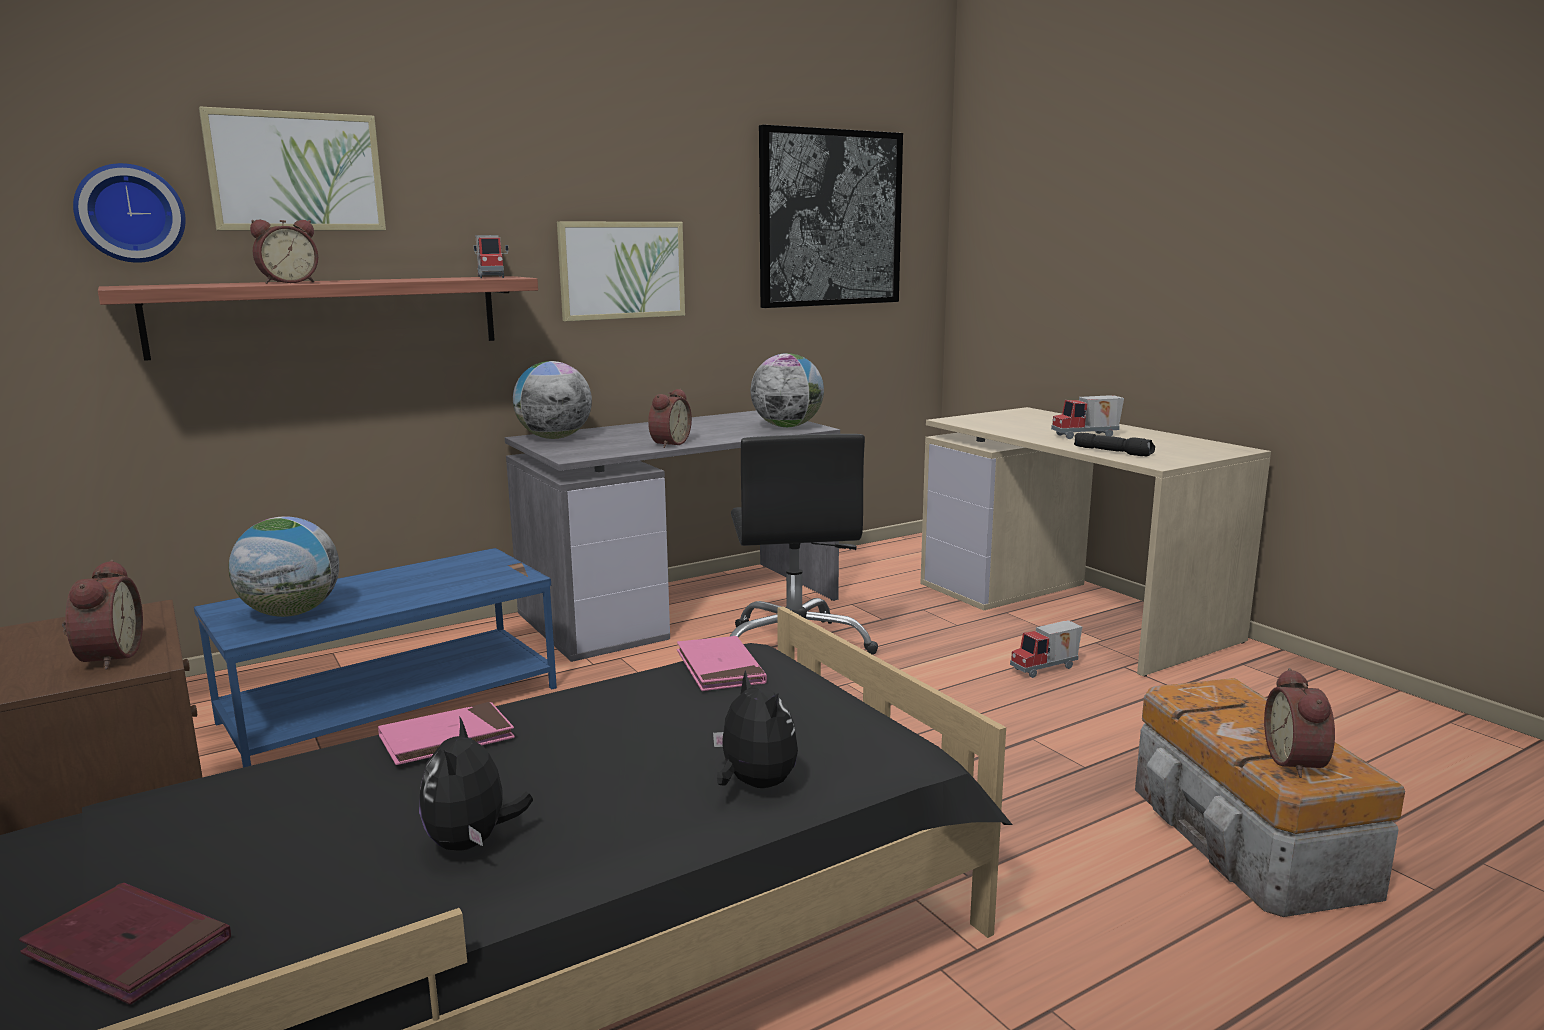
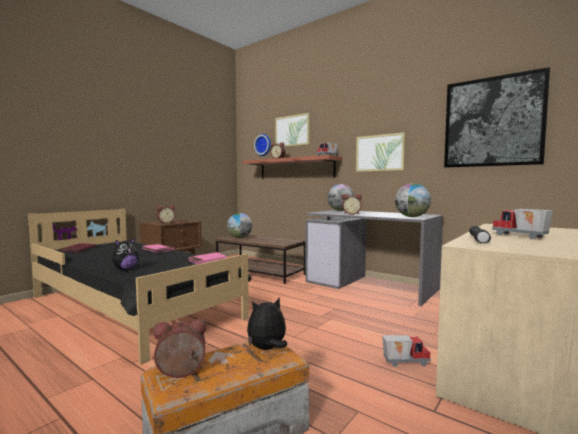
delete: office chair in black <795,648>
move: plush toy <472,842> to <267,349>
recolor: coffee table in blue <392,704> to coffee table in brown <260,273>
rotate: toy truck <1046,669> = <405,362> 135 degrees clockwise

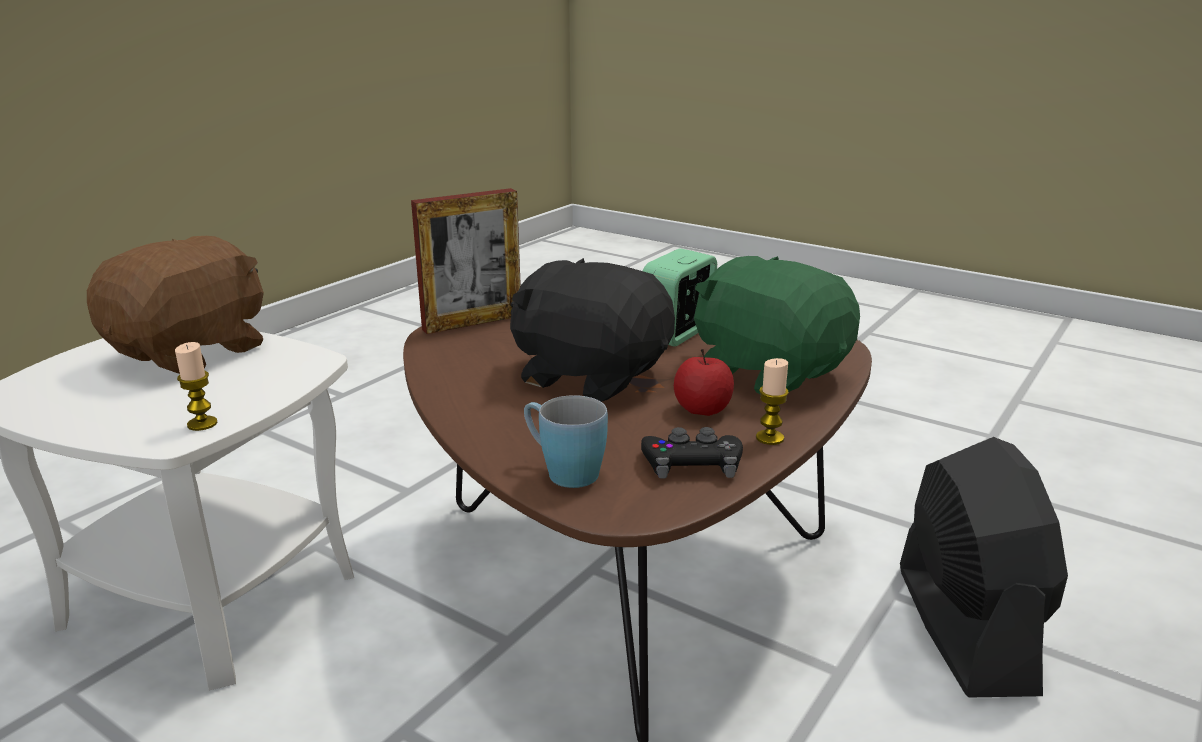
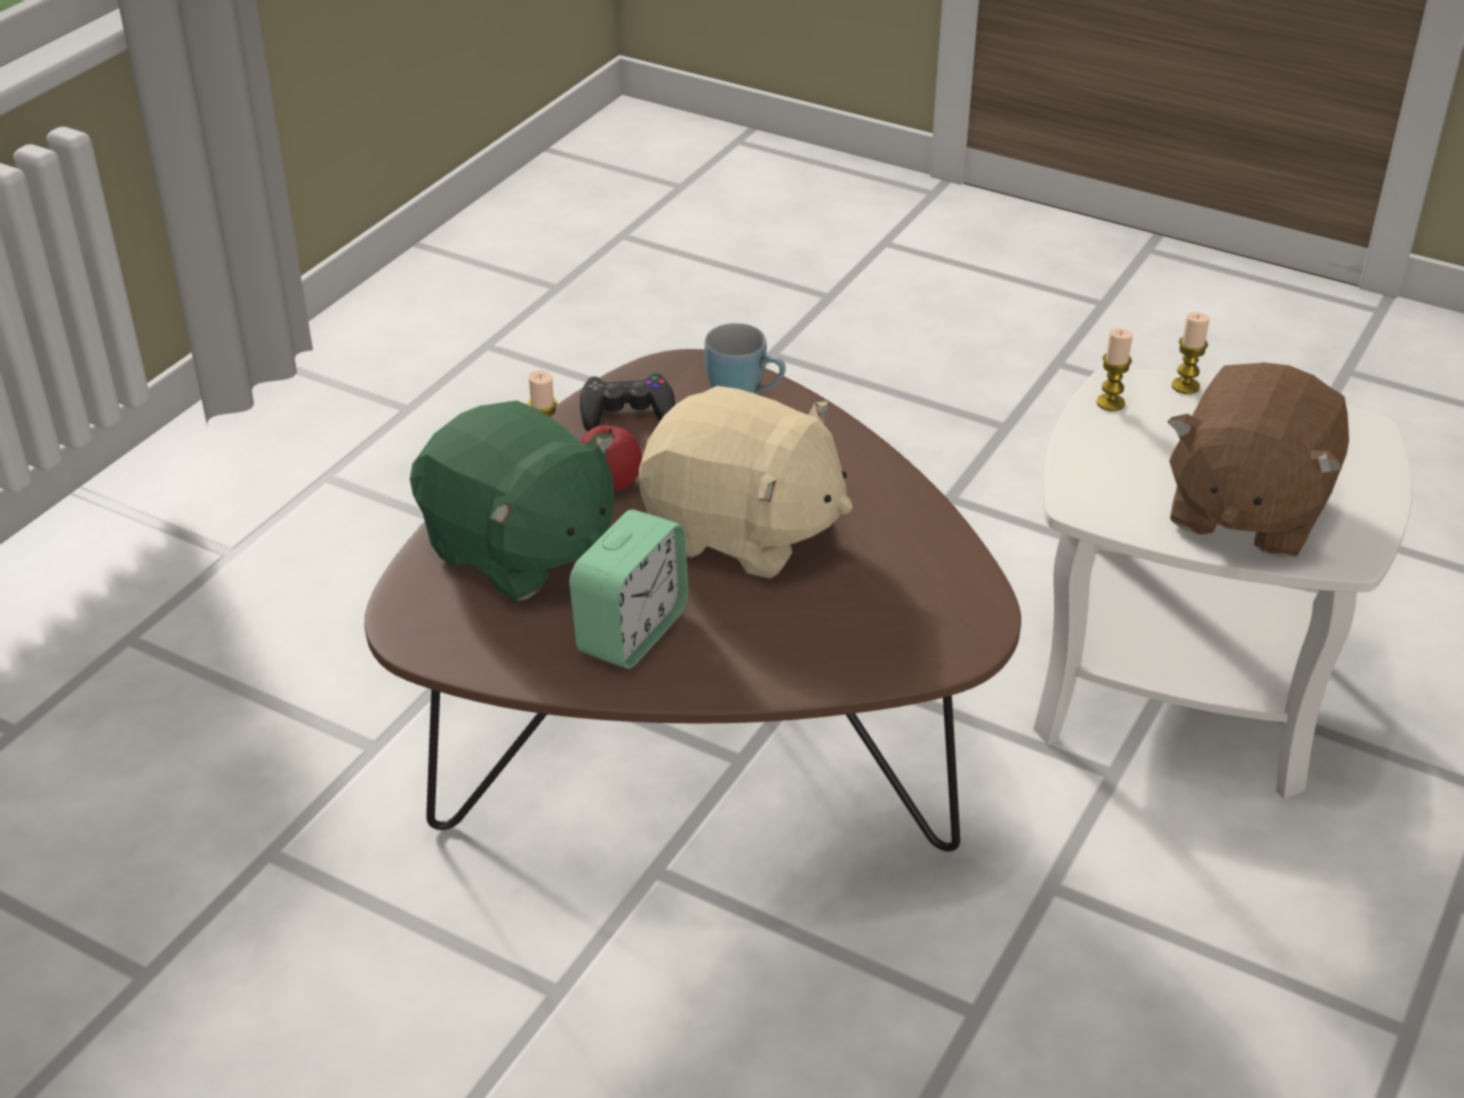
delete: picture frame <472,322>; fan in black <963,627>
insert: candle <1185,386>
recolor: plush toy in black <591,375> to plush toy in beige <742,532>

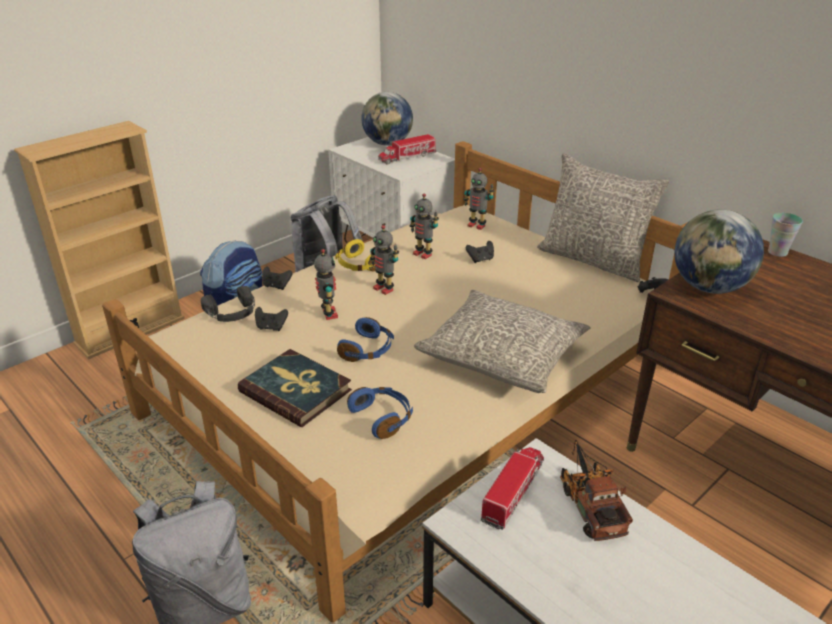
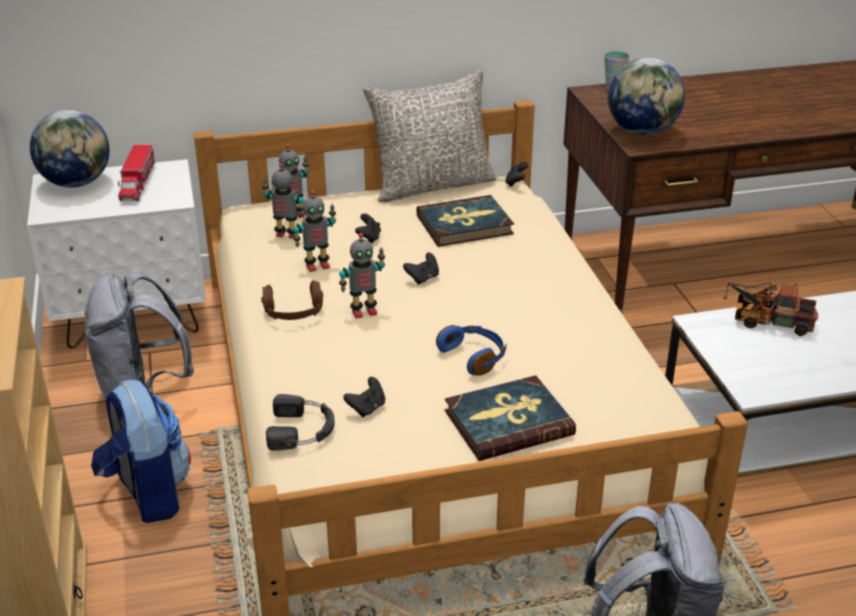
delete: headphones in blue <382,418>; pillow in grey <502,355>; toy truck <513,491>
insert: book <464,225>
move: game controller in black <276,286> to <423,278>; toy robot <328,314> to <286,235>
recolor: headphones in yellow <358,265> to headphones in brown <294,313>

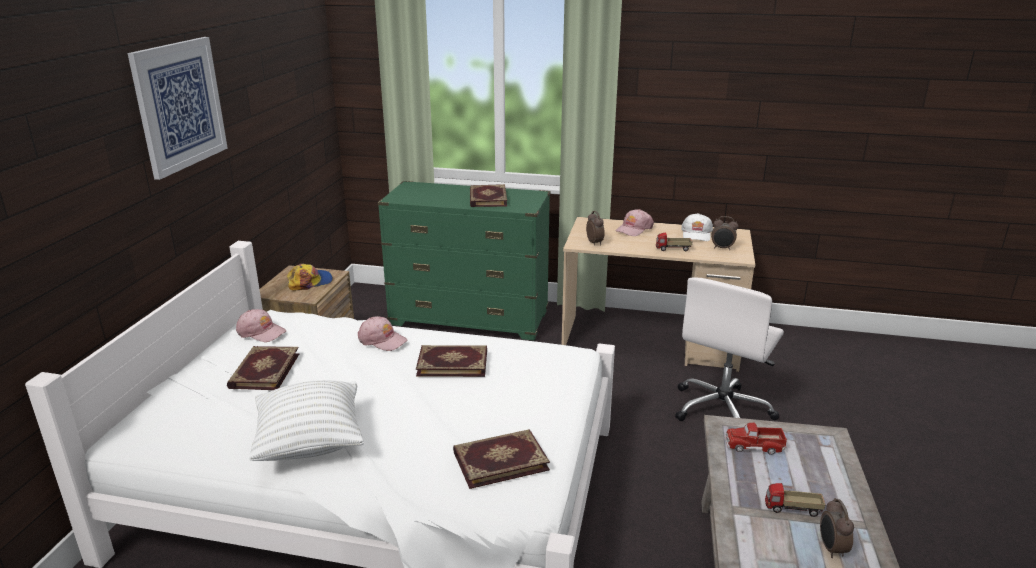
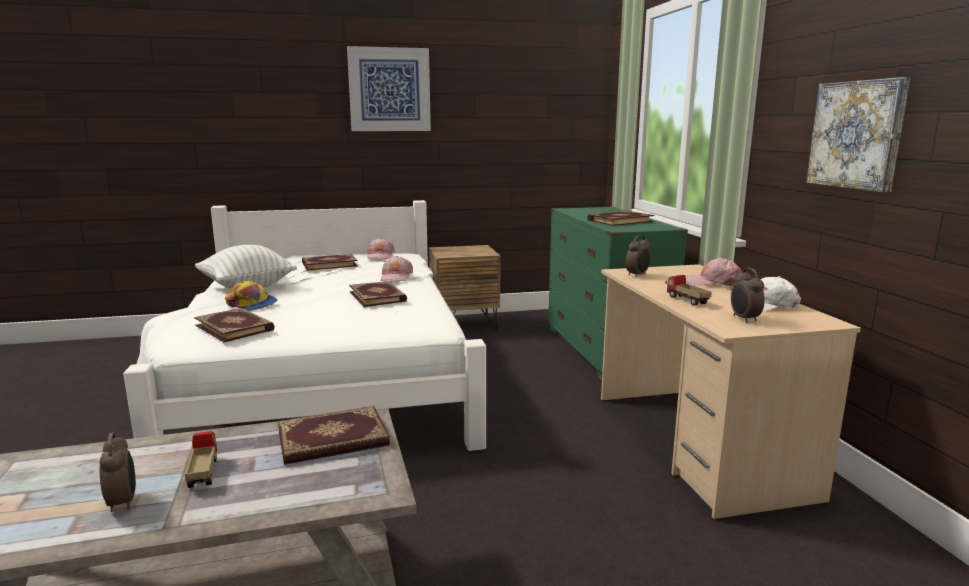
delete: office chair in white <723,410>
insert: picture <857,135>
move: cap <310,282> to <252,304>
replace: toy truck <754,445> to book <333,440>
rotate: alarm clock <831,549> = <123,502> 90 degrees clockwise

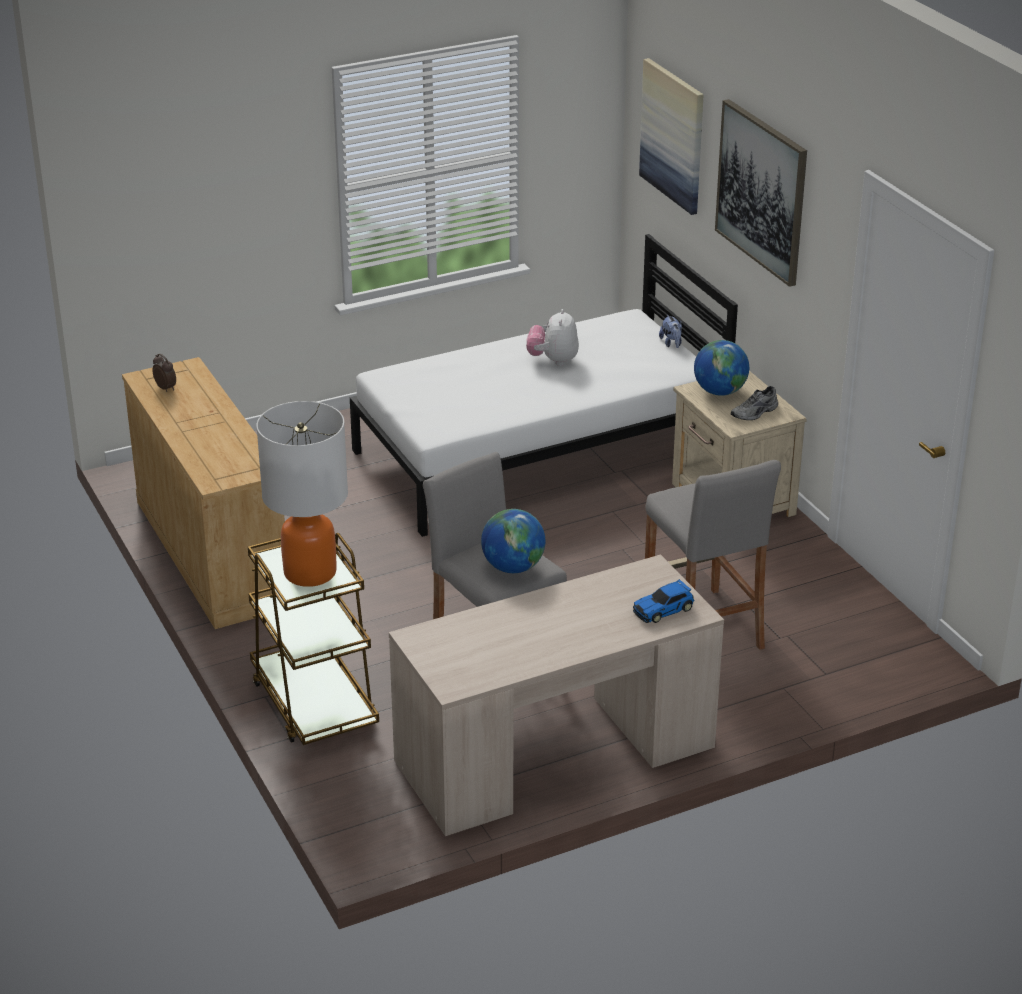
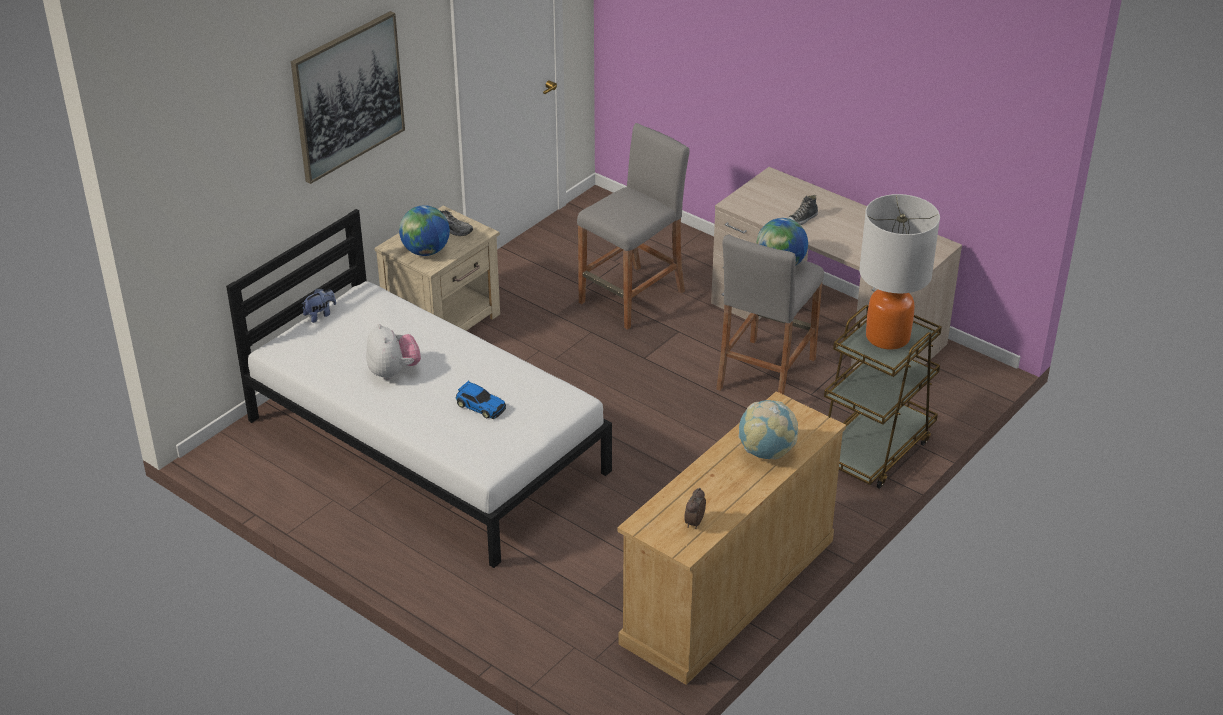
delete: picture <673,135>
insert: globe <766,452>; shoe <801,220>
move: toy car <664,609> to <480,406>
rotate: plush toy <553,360> = <393,372> 90 degrees counterclockwise

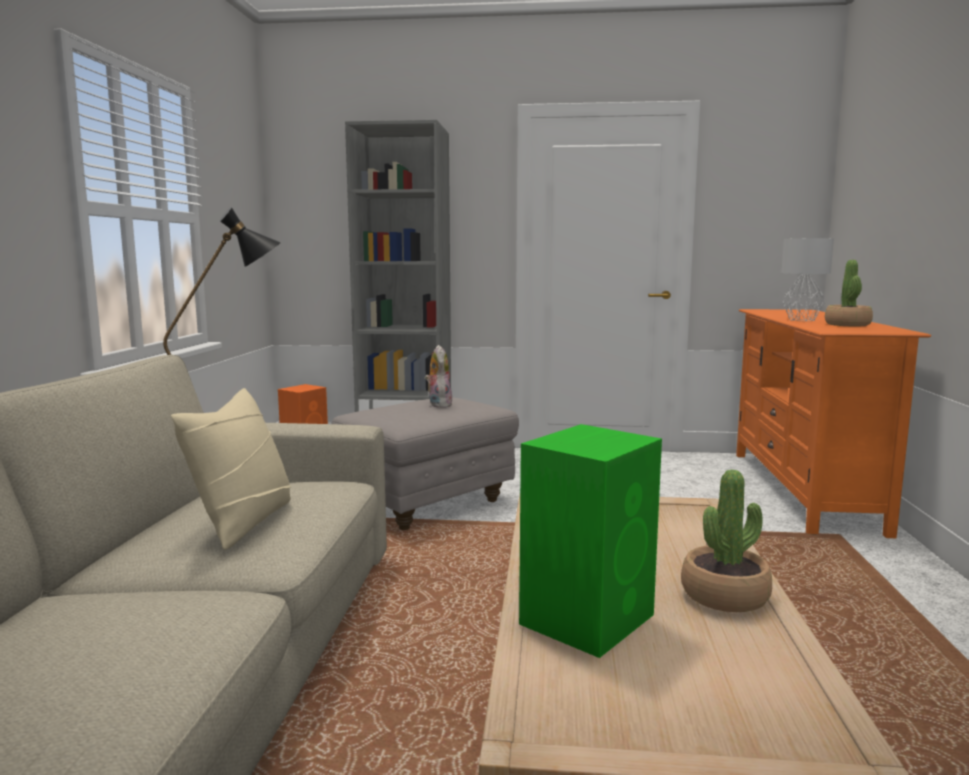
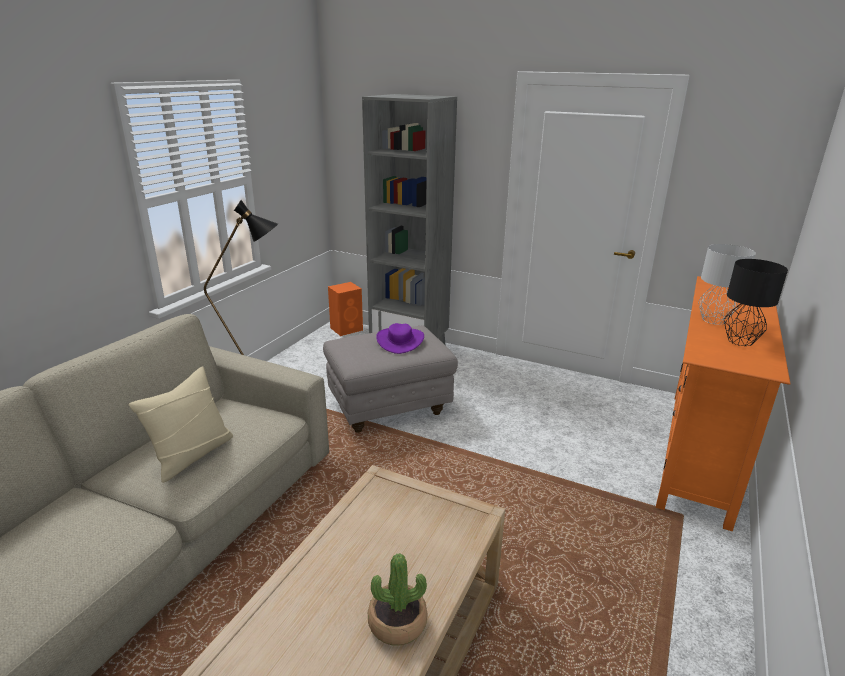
delete: speaker in green <589,618>
replace: plush toy <438,404> to hat in purple <400,341>; potted plant <847,324> to table lamp in black <741,341>

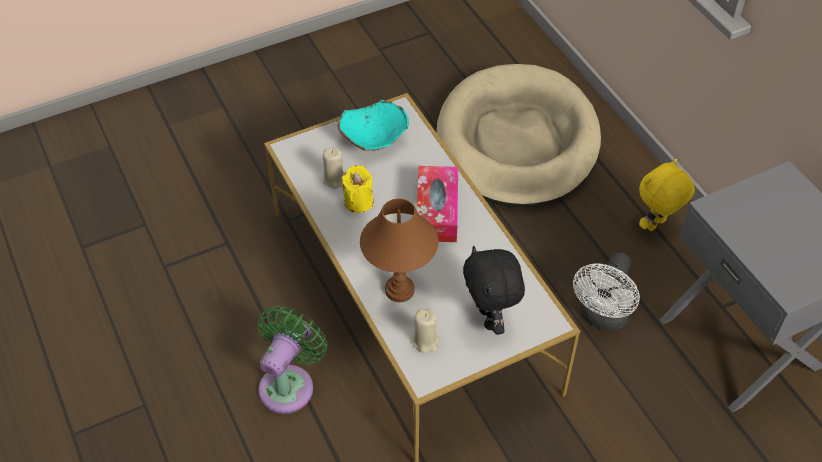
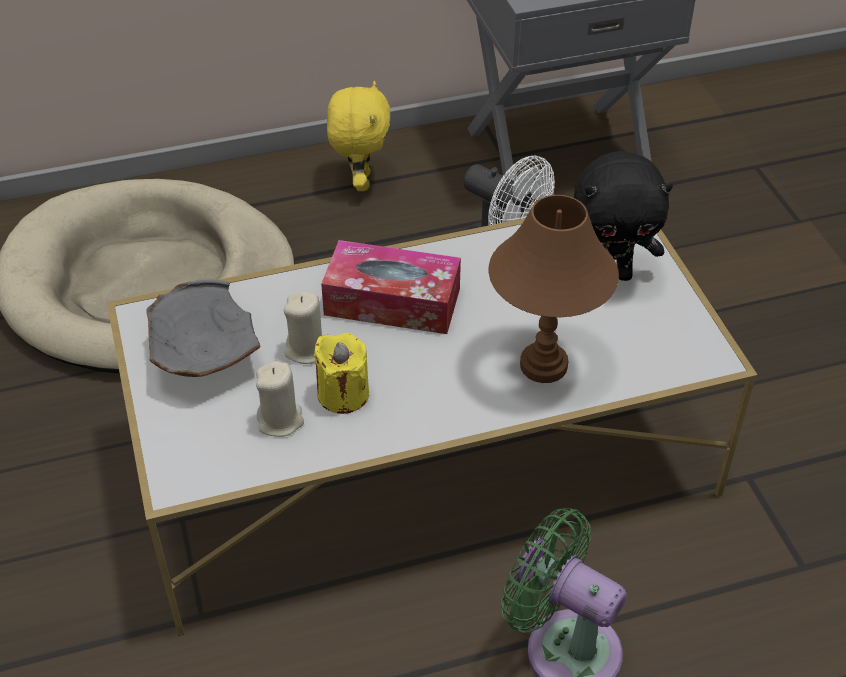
move: candle in beige <425,341> to <307,349>
recolor: bowl in turquoise <373,140> to bowl in grey <203,358>
rotate: plush toy in yellow <656,225> = <360,181> 150 degrees counterclockwise

